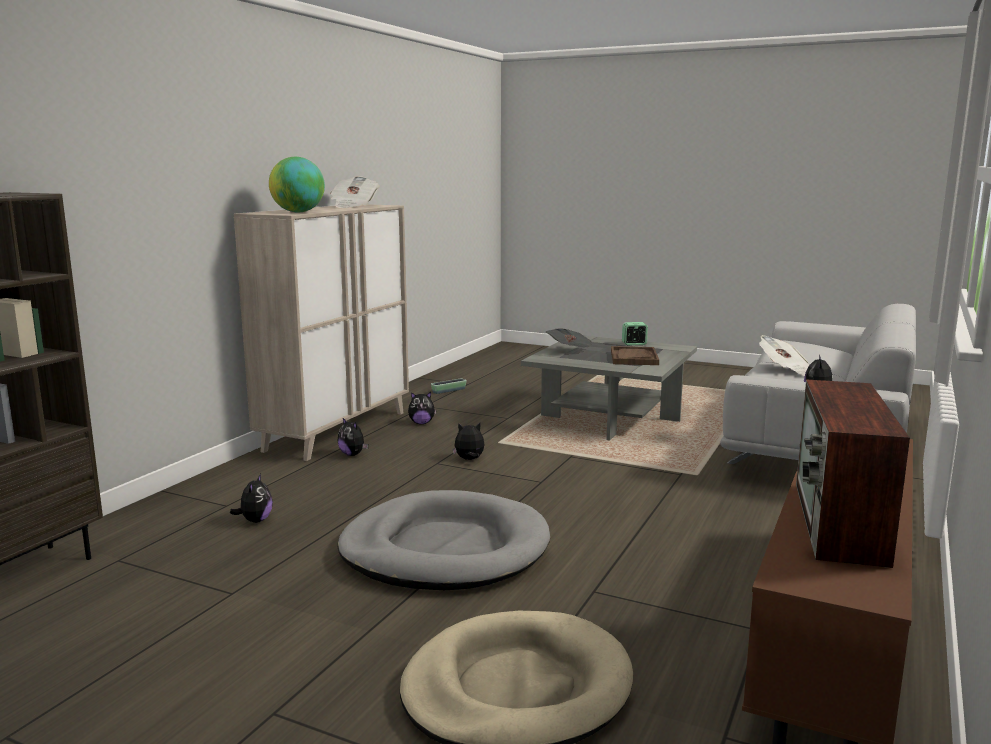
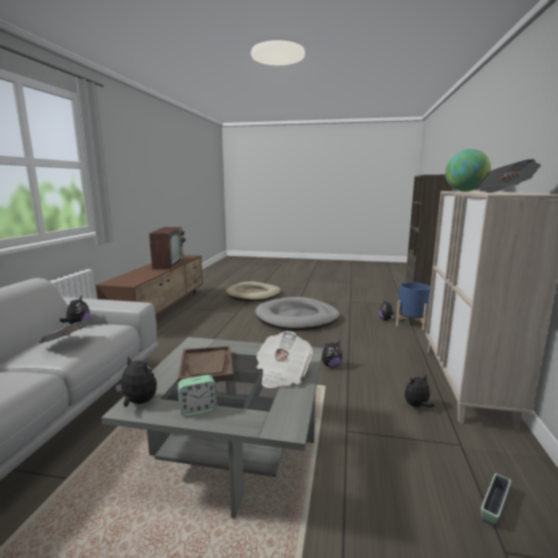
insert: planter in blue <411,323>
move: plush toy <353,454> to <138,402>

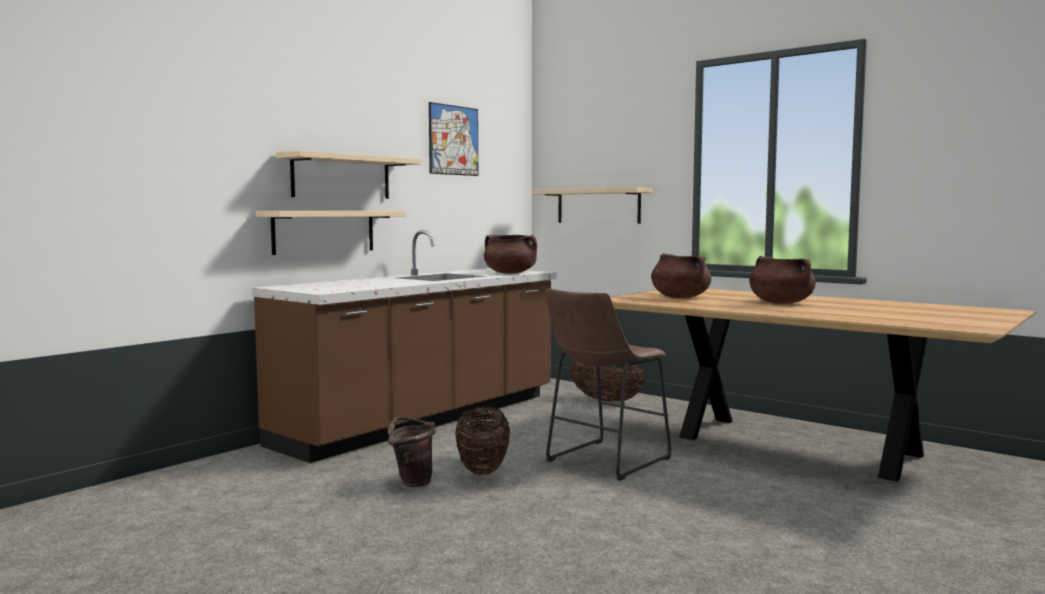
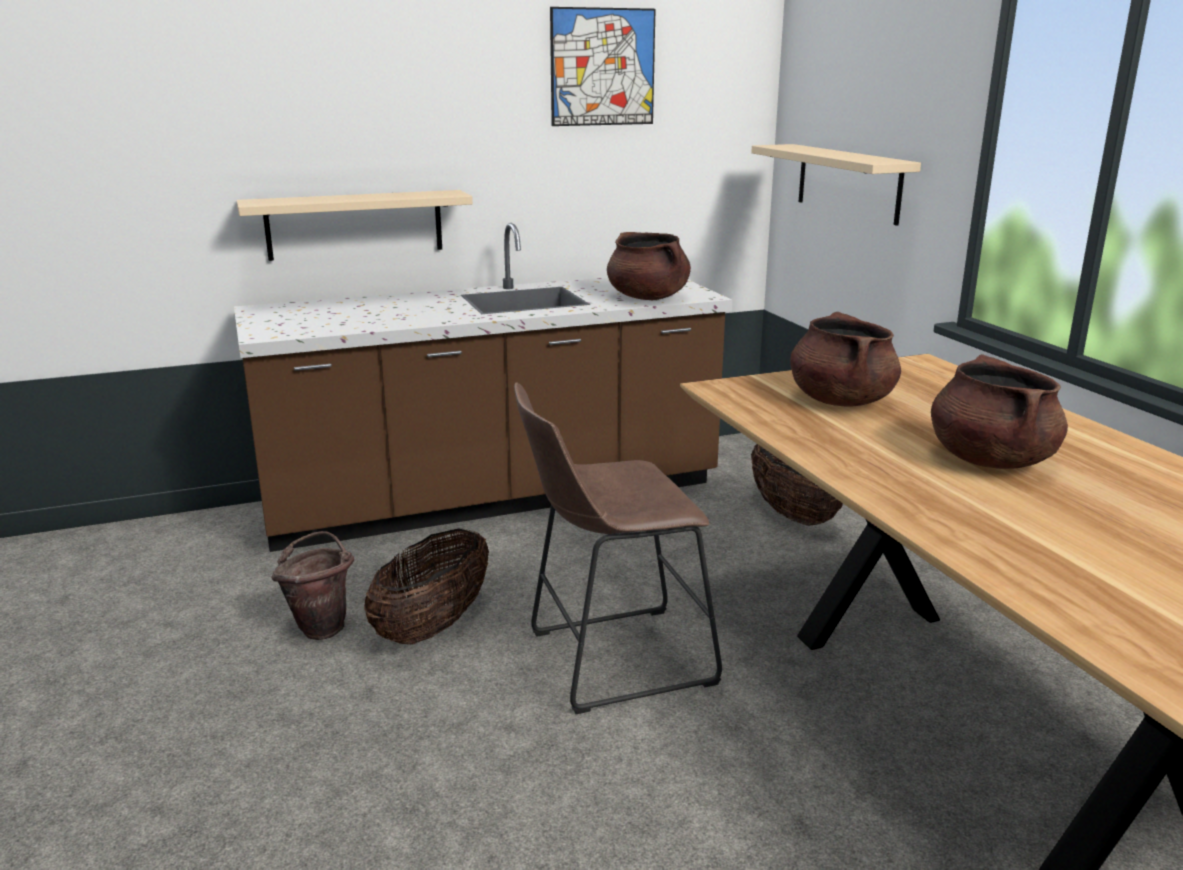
delete: shelf in beige <341,177>

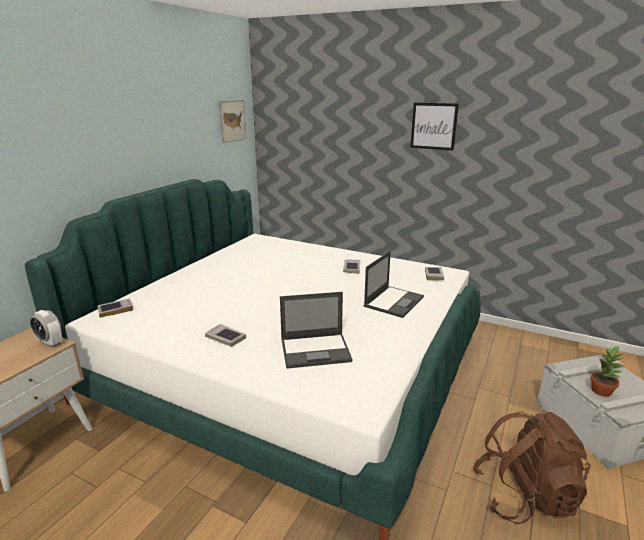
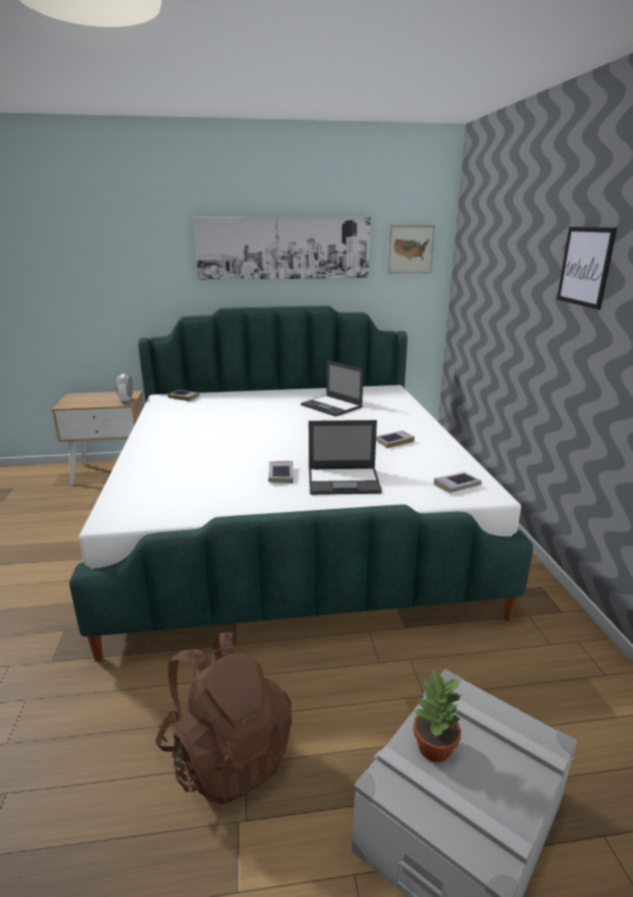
insert: picture <284,248>
move: book <225,338> to <280,475>; laptop <316,350> to <332,406>

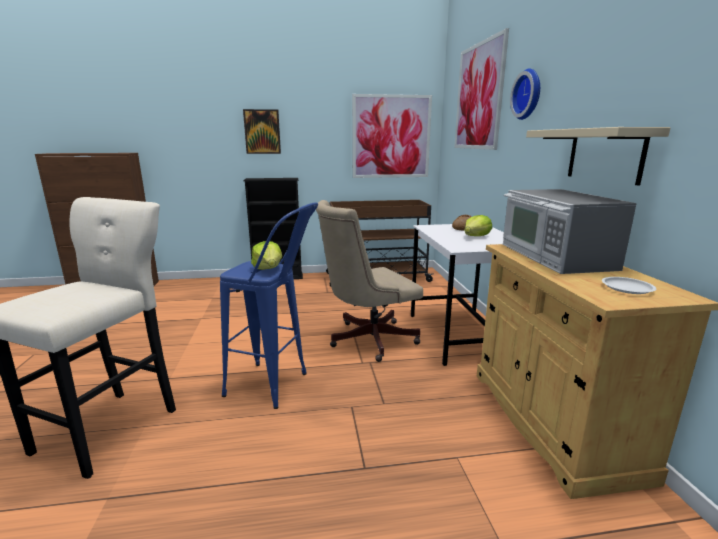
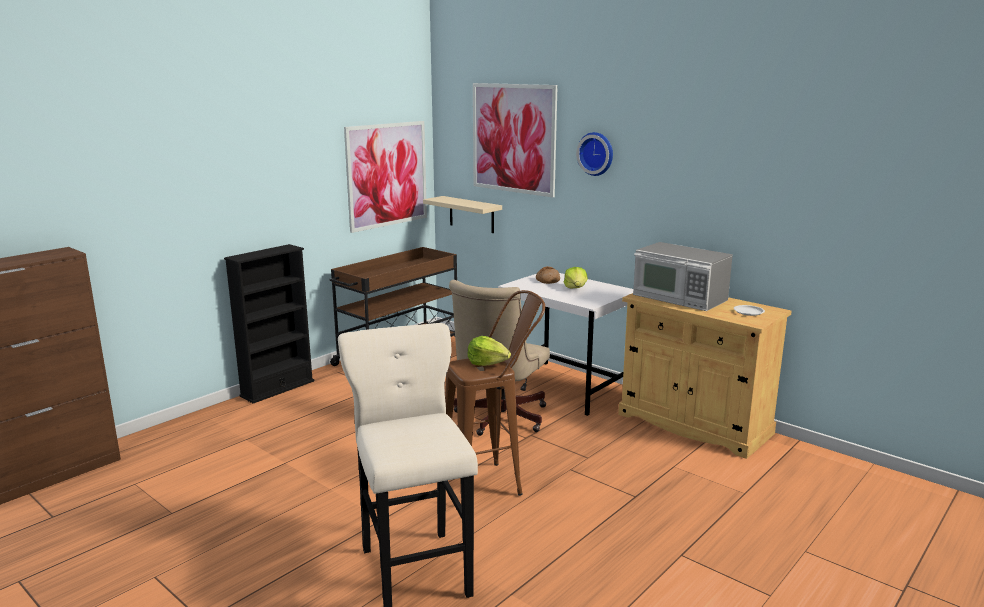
delete: picture <262,131>
move: shelf in beige <605,155> to <471,214>
recolor: stool in blue <277,387> to stool in brown <493,482>

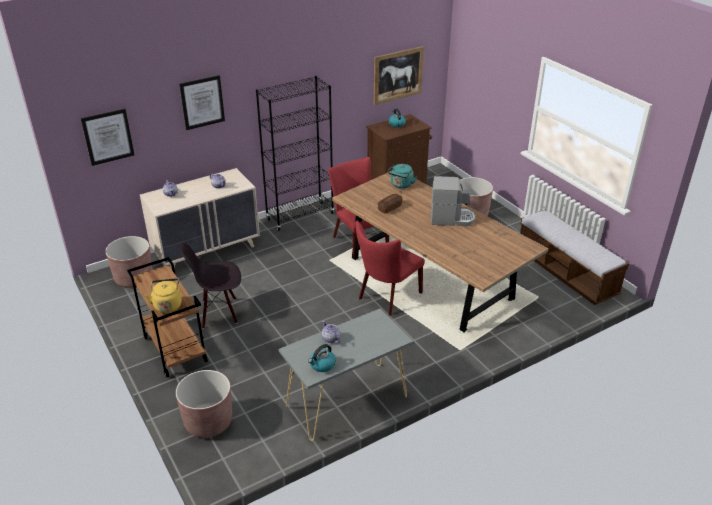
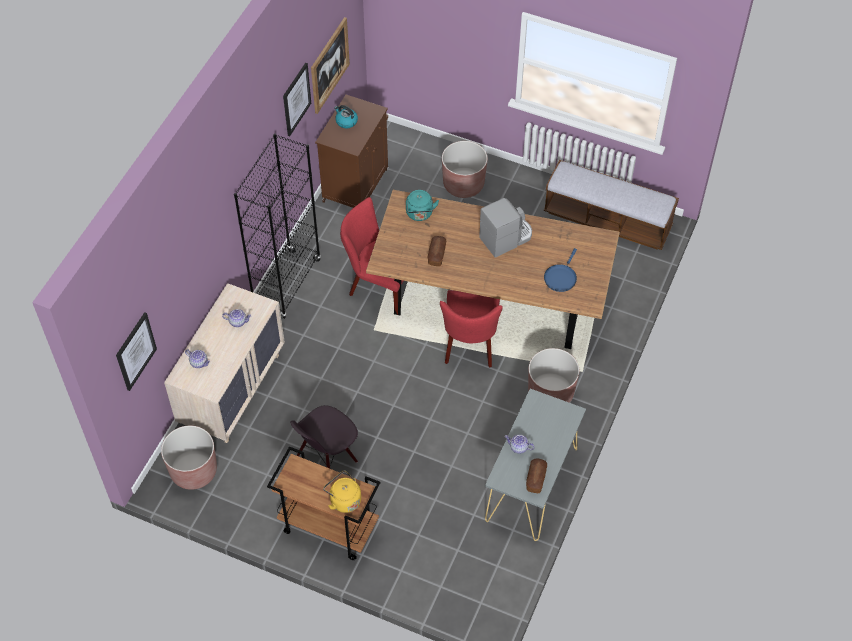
insert: frying pan in blue <561,277>
move: planter in brown <208,422> to <550,393>; picture <202,102> to <296,99>
replace: kettle <322,365> to bread <536,479>

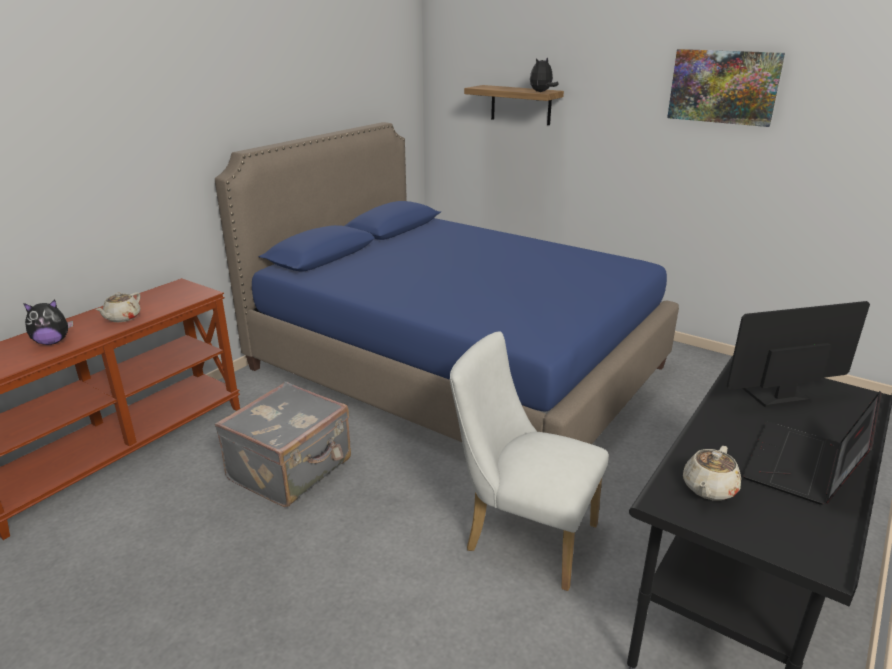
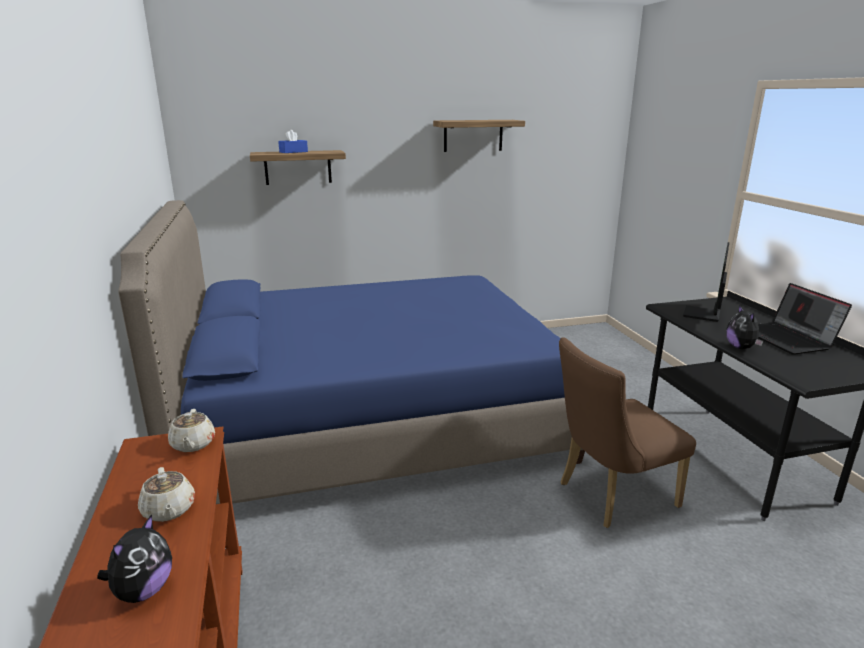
delete: suitcase in grey <292,470>
insert: tissue box in blue <293,152>
move: plush toy <541,92> to <741,348>; teapot in beige <708,489> to <193,444>
replace: picture <723,87> to shelf <473,135>
recolor: chair in white <522,535> to chair in brown <610,496>

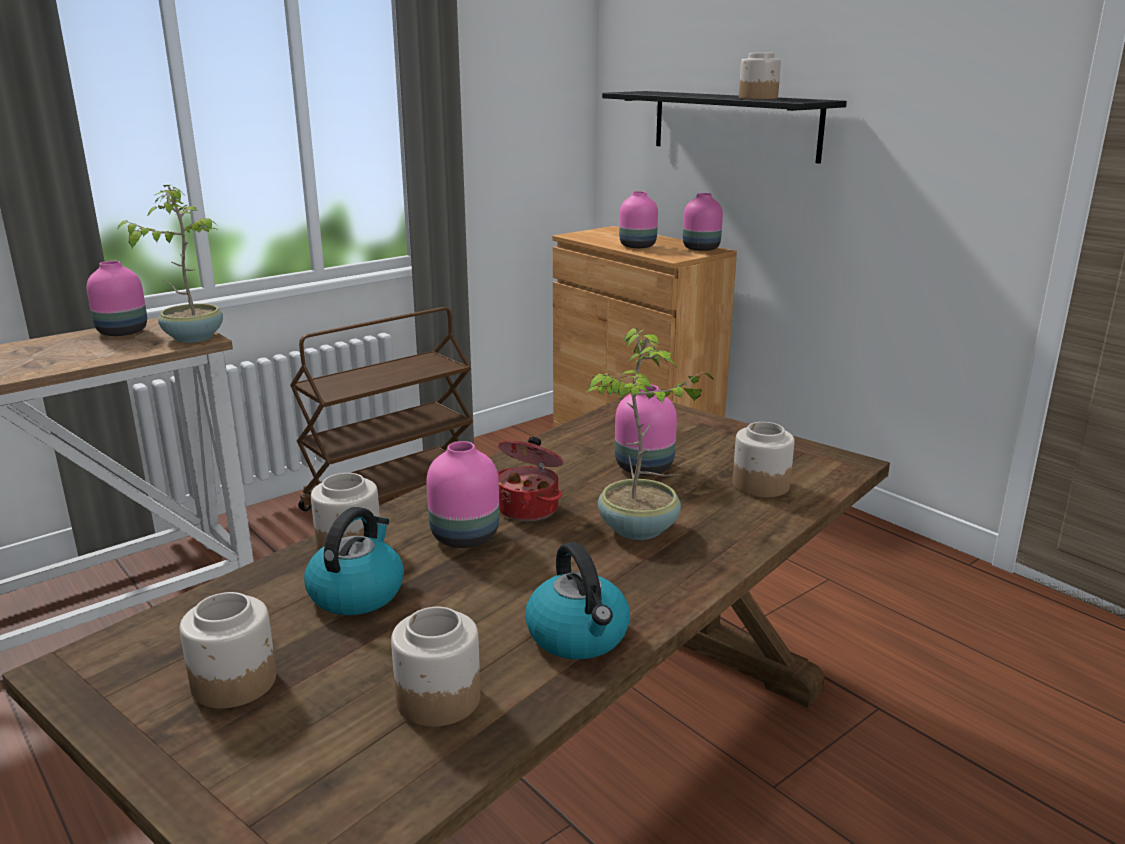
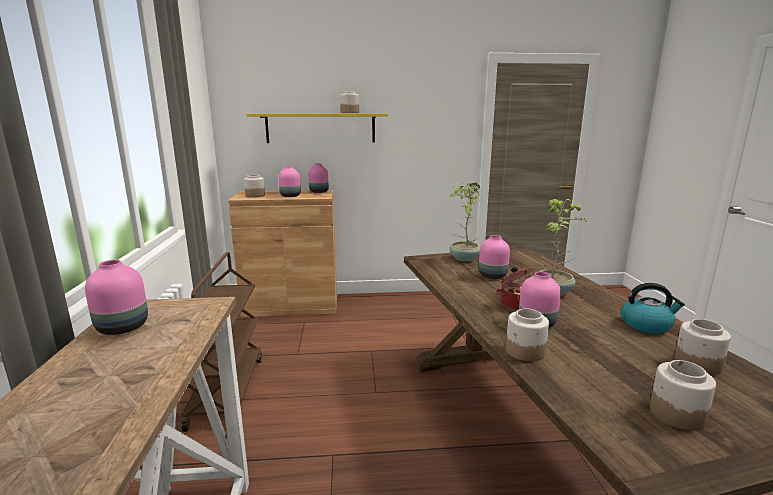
delete: kettle <357,593>
move: potted plant <193,337> to <463,258>; jar <760,485> to <255,195>
recolor: shelf in black <734,125> to shelf in yellow <320,128>

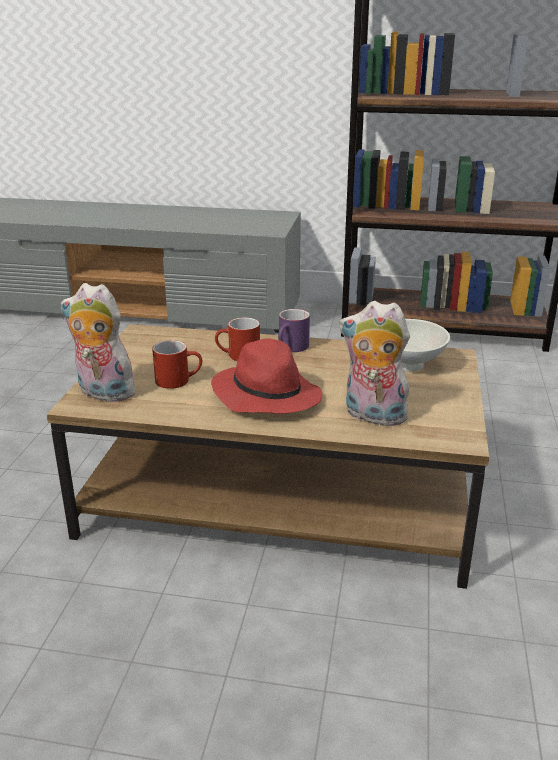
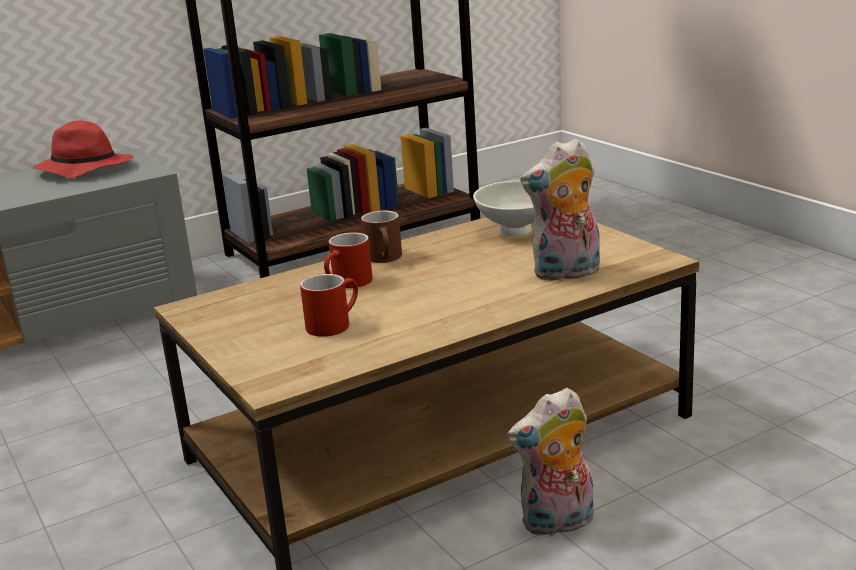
move: plush toy <102,393> to <557,524>; hat in red <265,395> to <83,169>
recolor: mug in purple <291,348> to mug in brown <386,258>

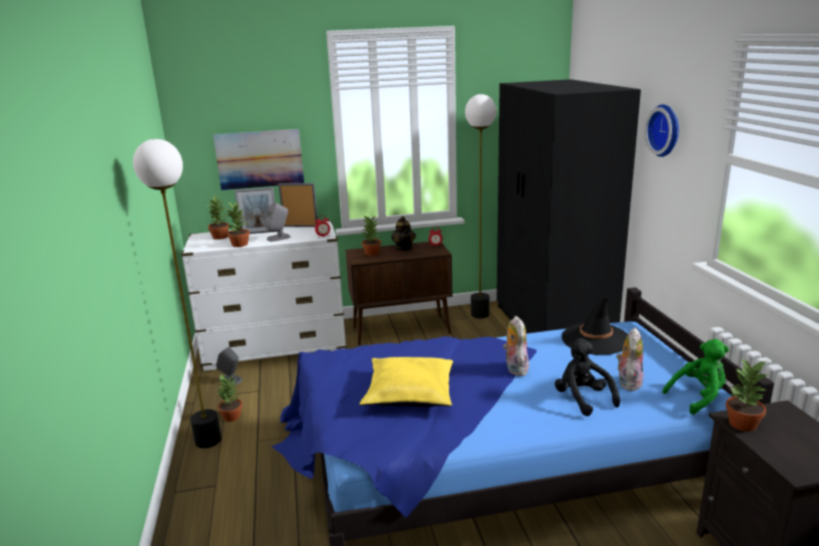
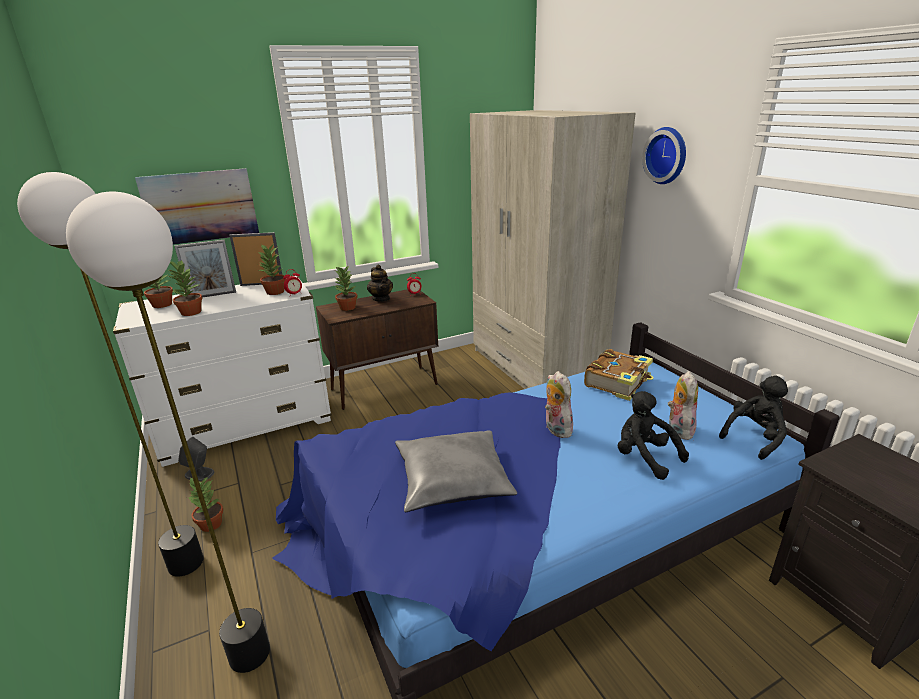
delete: speaker in grey <279,237>
move: floor lamp <479,314> to <248,654>; potted plant <743,424> to <275,292>
replace: hat in black <595,339> to book <618,382>
recolor: pillow in yellow <409,393> to pillow in grey <452,480>; wardrobe in black <551,328> to wardrobe in beige <534,367>; plush toy in green <698,397> to plush toy in black <754,438>

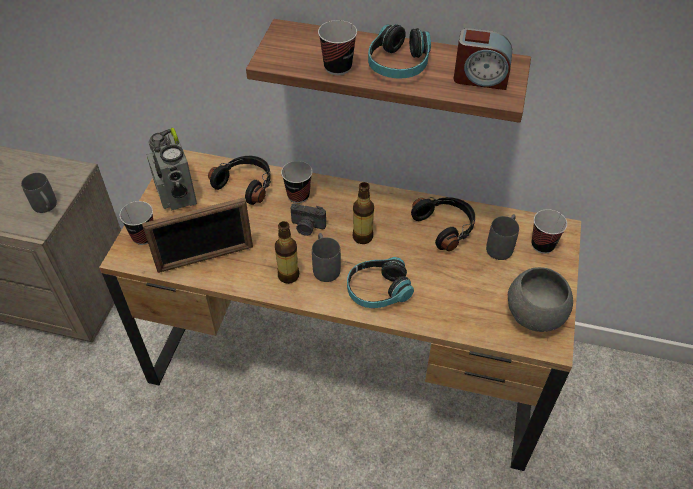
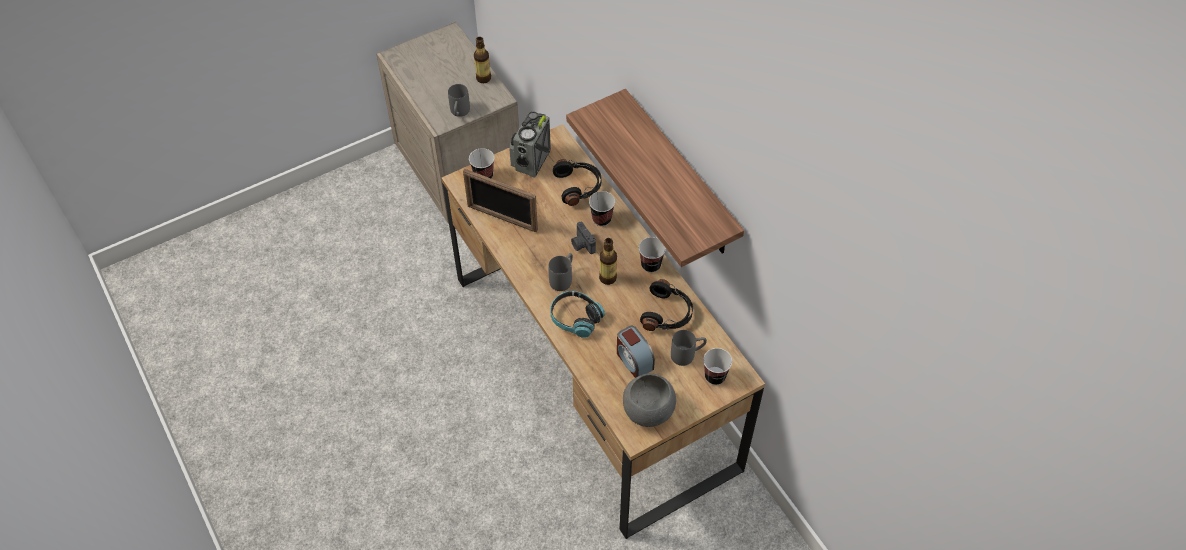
delete: headphones <398,64>
move: bottle <288,275> to <483,78>; cup <338,67> to <651,265>; alarm clock <480,78> to <633,360>

